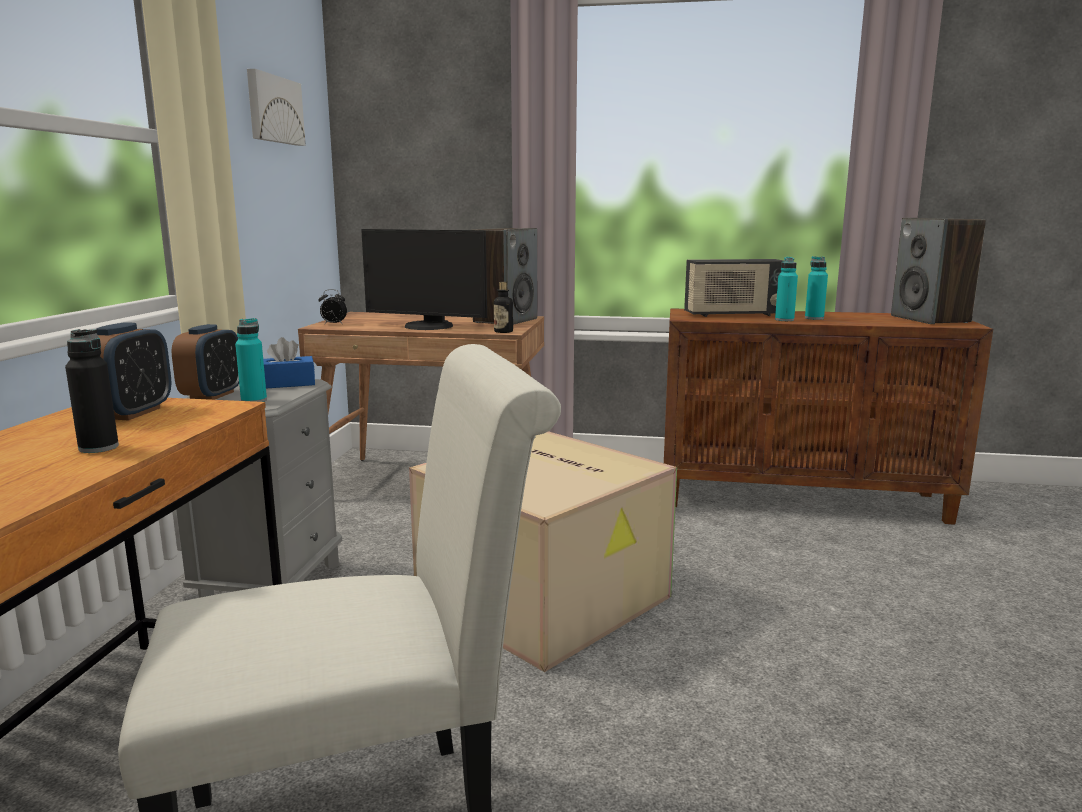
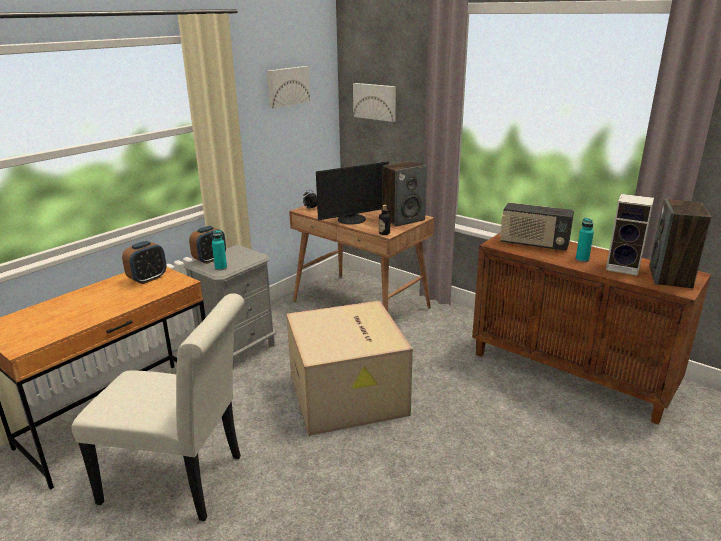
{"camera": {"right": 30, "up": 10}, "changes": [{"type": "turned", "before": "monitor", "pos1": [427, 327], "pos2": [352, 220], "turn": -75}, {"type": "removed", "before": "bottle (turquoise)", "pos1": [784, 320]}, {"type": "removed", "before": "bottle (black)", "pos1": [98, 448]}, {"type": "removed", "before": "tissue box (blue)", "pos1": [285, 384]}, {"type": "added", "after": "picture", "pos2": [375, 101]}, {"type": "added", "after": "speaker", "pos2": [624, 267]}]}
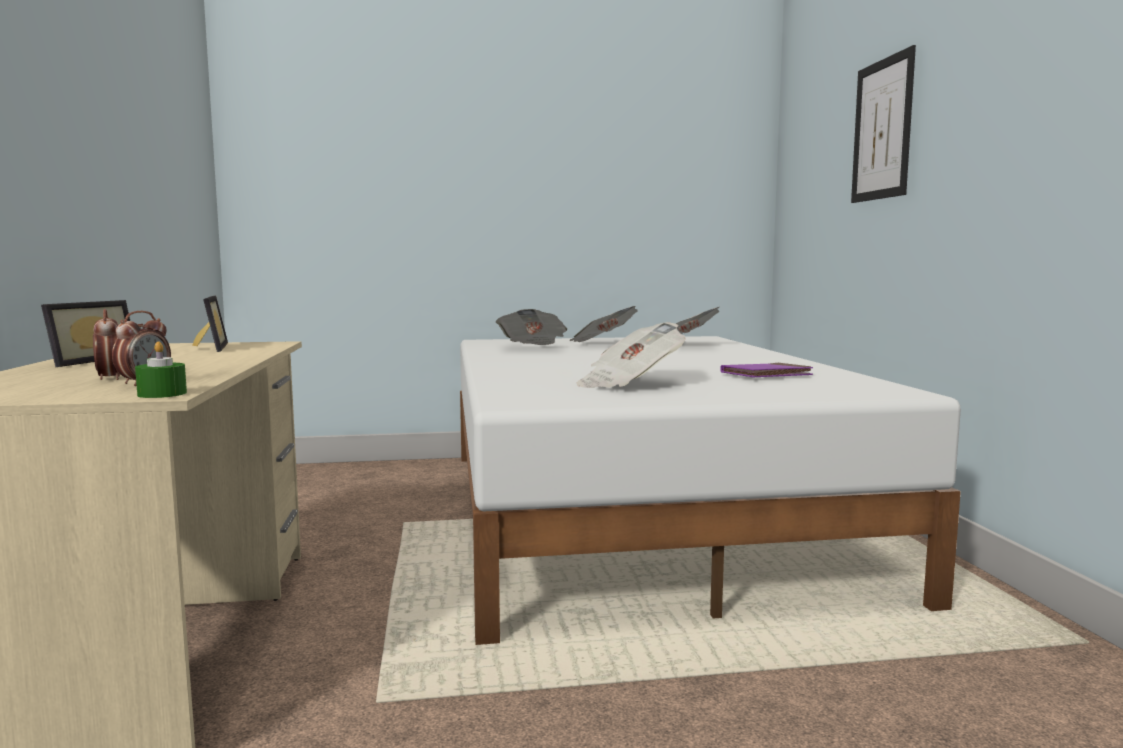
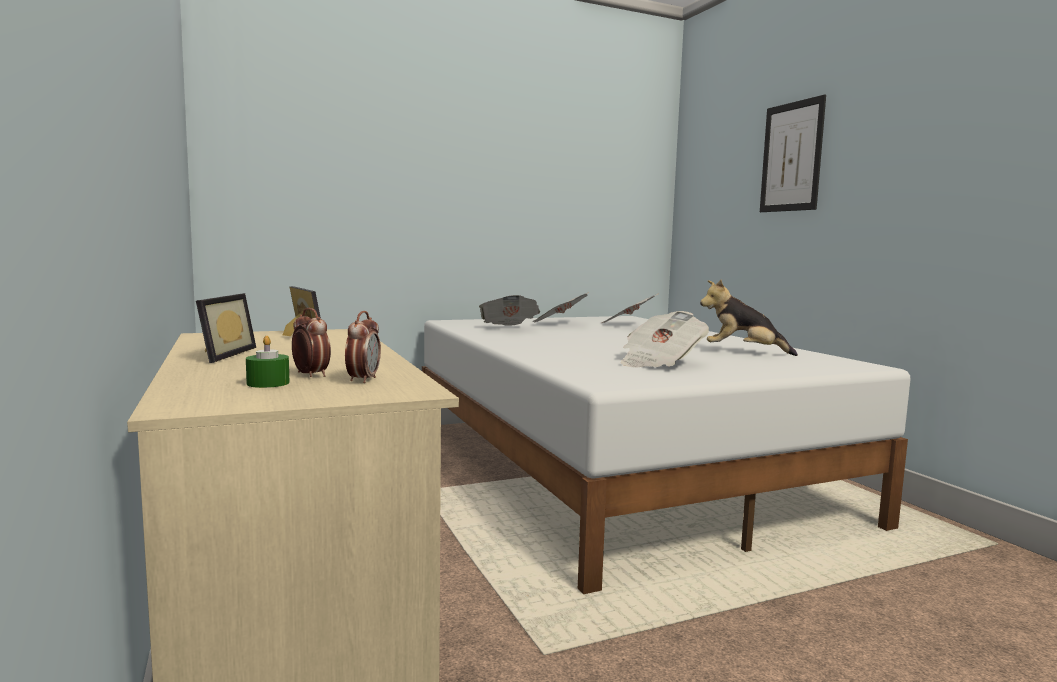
{"camera": {"right": -15, "up": 0}, "changes": [{"type": "moved", "before": "candle (green)", "pos1": [162, 394], "pos2": [268, 383]}, {"type": "replaced", "before": "book (purple)", "after": "plush toy", "pos1": [766, 375], "pos2": [743, 352]}]}
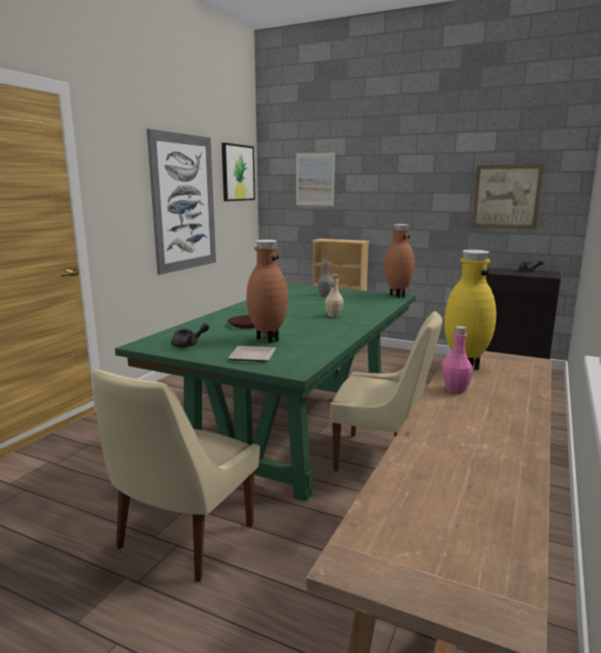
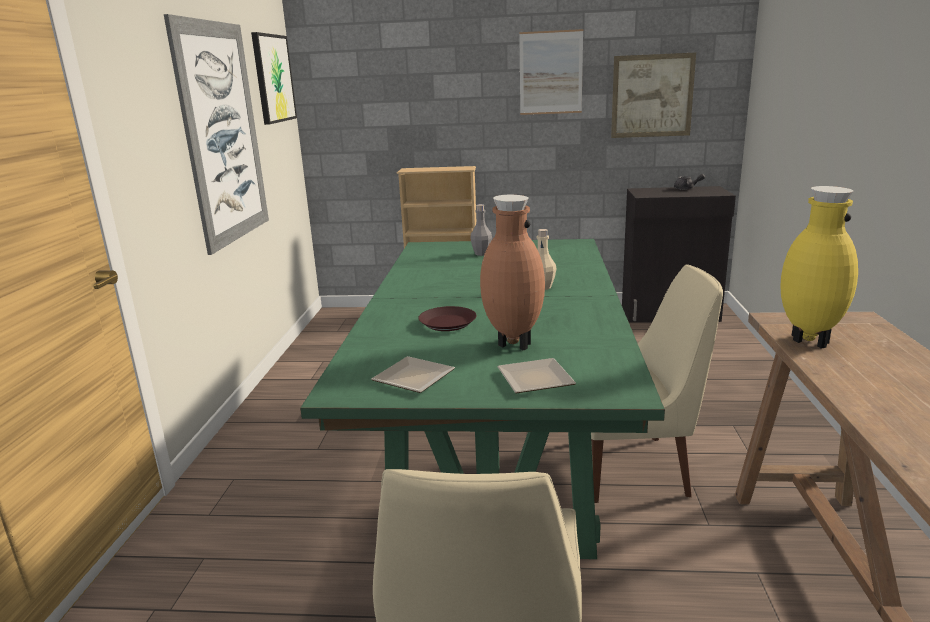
{"camera": {"right": -20, "up": 5}, "changes": [{"type": "moved", "before": "picture", "pos1": [315, 179], "pos2": [551, 73]}, {"type": "removed", "before": "vase (brown)", "pos1": [397, 295]}, {"type": "replaced", "before": "teapot (grey)", "after": "plate", "pos1": [189, 345], "pos2": [413, 377]}, {"type": "removed", "before": "bottle (pink)", "pos1": [455, 389]}]}
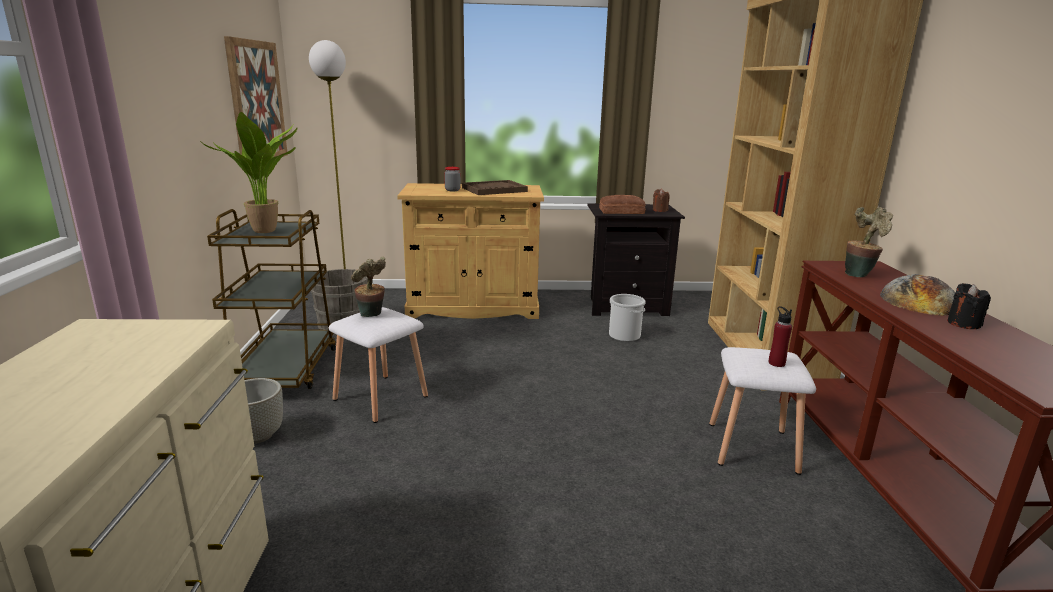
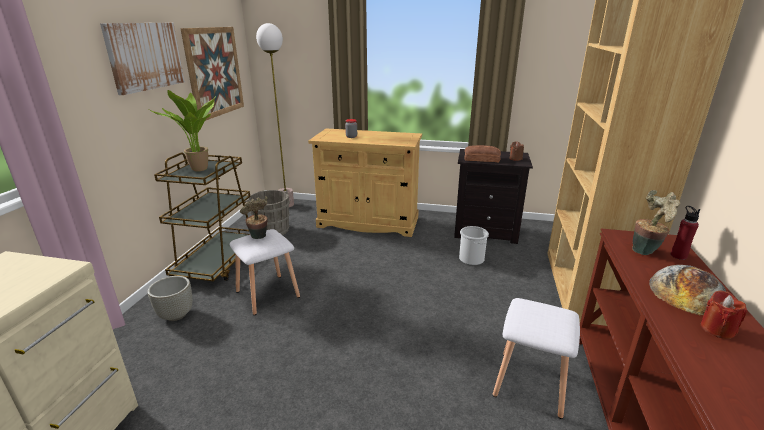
{"camera": {"right": 15, "up": 5}, "changes": [{"type": "removed", "before": "tray (brown)", "pos1": [494, 190]}, {"type": "recoloured", "before": "candle (black)", "after": "candle (red)", "pos1": [963, 324], "pos2": [717, 329]}, {"type": "moved", "before": "bottle (red)", "pos1": [776, 363], "pos2": [678, 256]}, {"type": "added", "after": "picture", "pos2": [145, 56]}]}
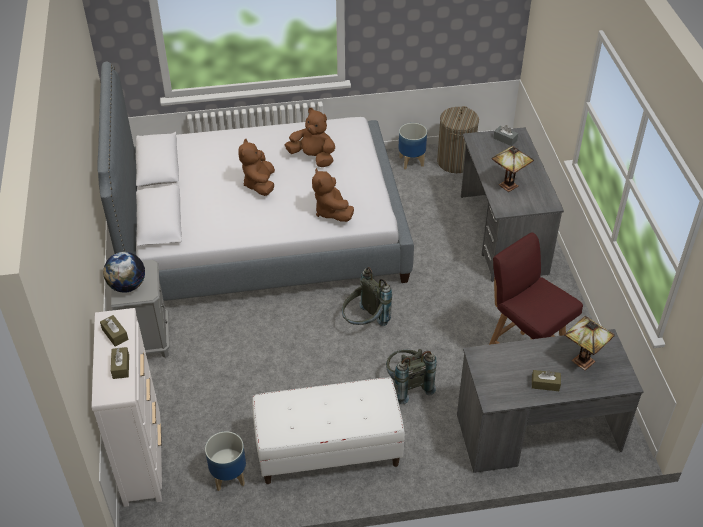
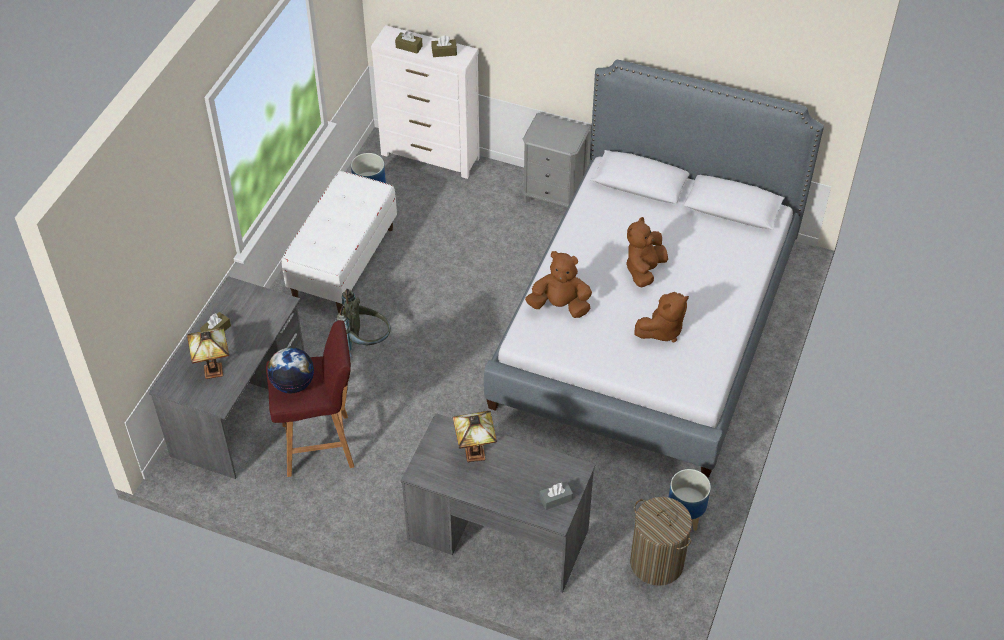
{"camera": {"right": 120, "up": 5}, "changes": [{"type": "turned", "before": "plush toy (brown)", "pos1": [260, 184], "pos2": [644, 270], "turn": -90}, {"type": "moved", "before": "globe", "pos1": [127, 286], "pos2": [293, 384]}, {"type": "removed", "before": "backpack (grey)", "pos1": [364, 323]}]}
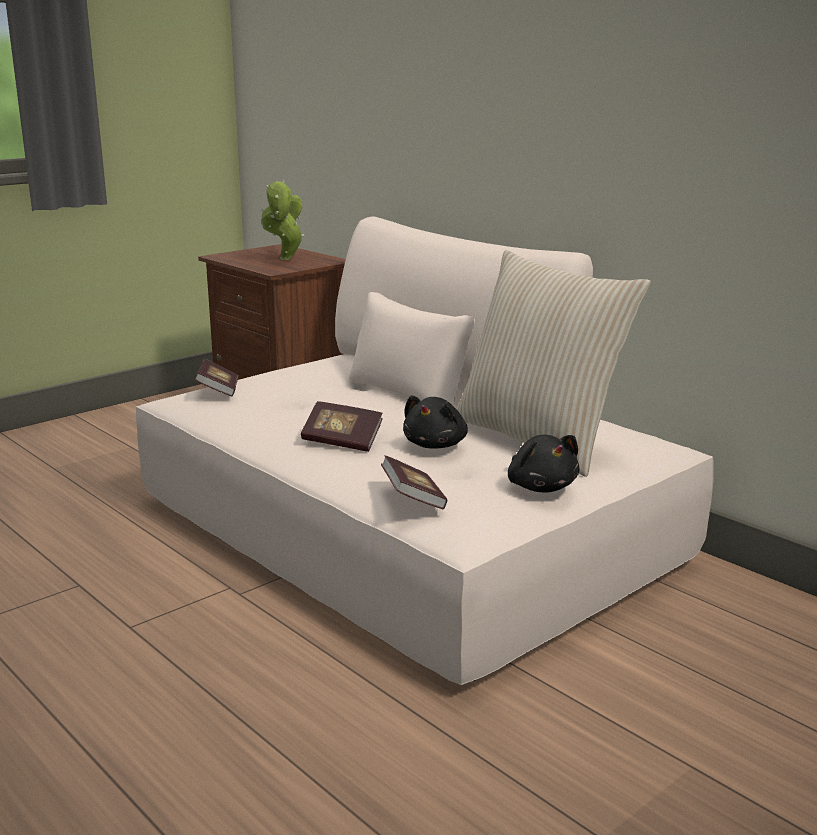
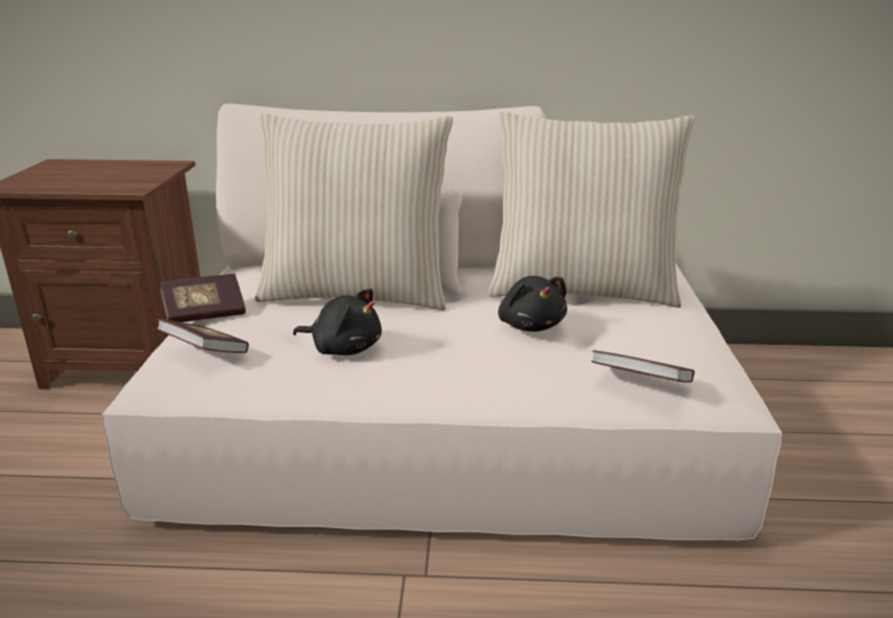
{"camera": {"right": -45, "up": 5}, "changes": [{"type": "removed", "before": "potted plant", "pos1": [285, 260]}, {"type": "moved", "before": "book", "pos1": [342, 441], "pos2": [205, 314]}, {"type": "moved", "before": "plush toy (black)", "pos1": [541, 486], "pos2": [343, 348]}, {"type": "added", "after": "pillow (beige)", "pos2": [356, 293]}]}
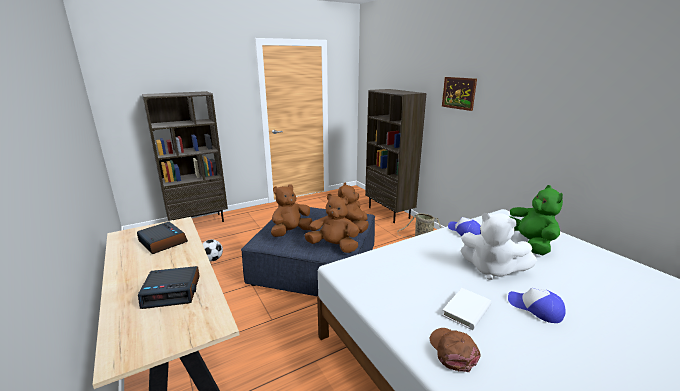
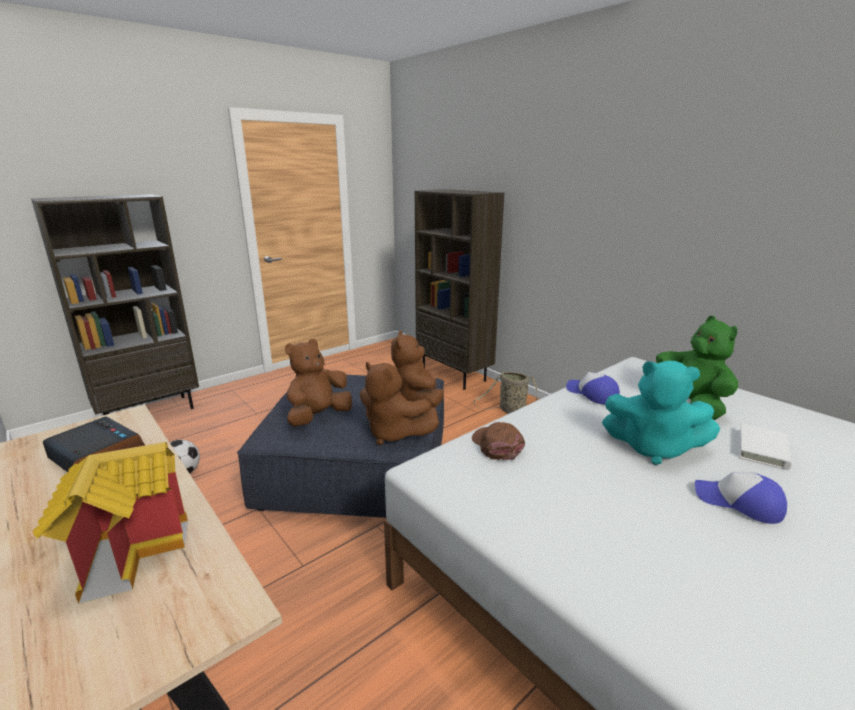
{"camera": {"right": -10, "up": 0}, "changes": [{"type": "removed", "before": "picture", "pos1": [458, 93]}, {"type": "turned", "before": "plush toy (brown)", "pos1": [334, 246], "pos2": [394, 434], "turn": -150}, {"type": "recoloured", "before": "plush toy (white)", "after": "plush toy (turquoise)", "pos1": [491, 269], "pos2": [653, 448]}, {"type": "replaced", "before": "alarm clock", "after": "toy house", "pos1": [173, 291], "pos2": [132, 551]}, {"type": "moved", "before": "book (white)", "pos1": [466, 310], "pos2": [762, 449]}, {"type": "moved", "before": "cap (brown)", "pos1": [452, 351], "pos2": [496, 445]}]}
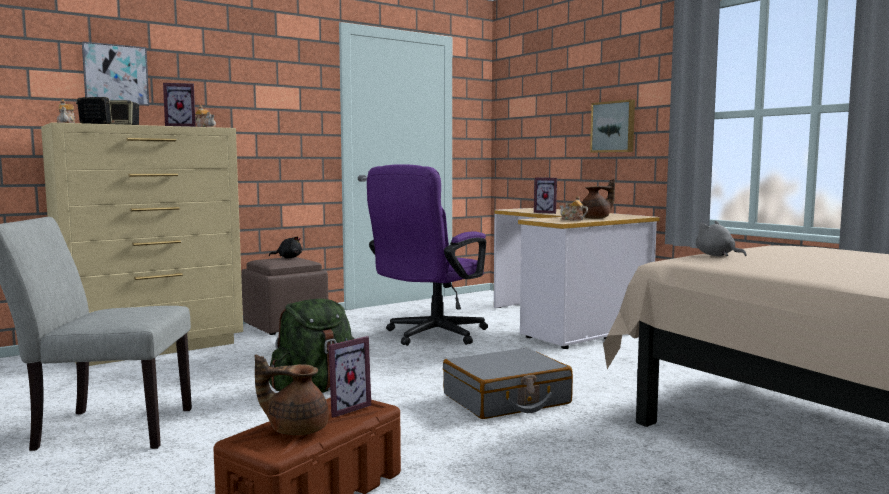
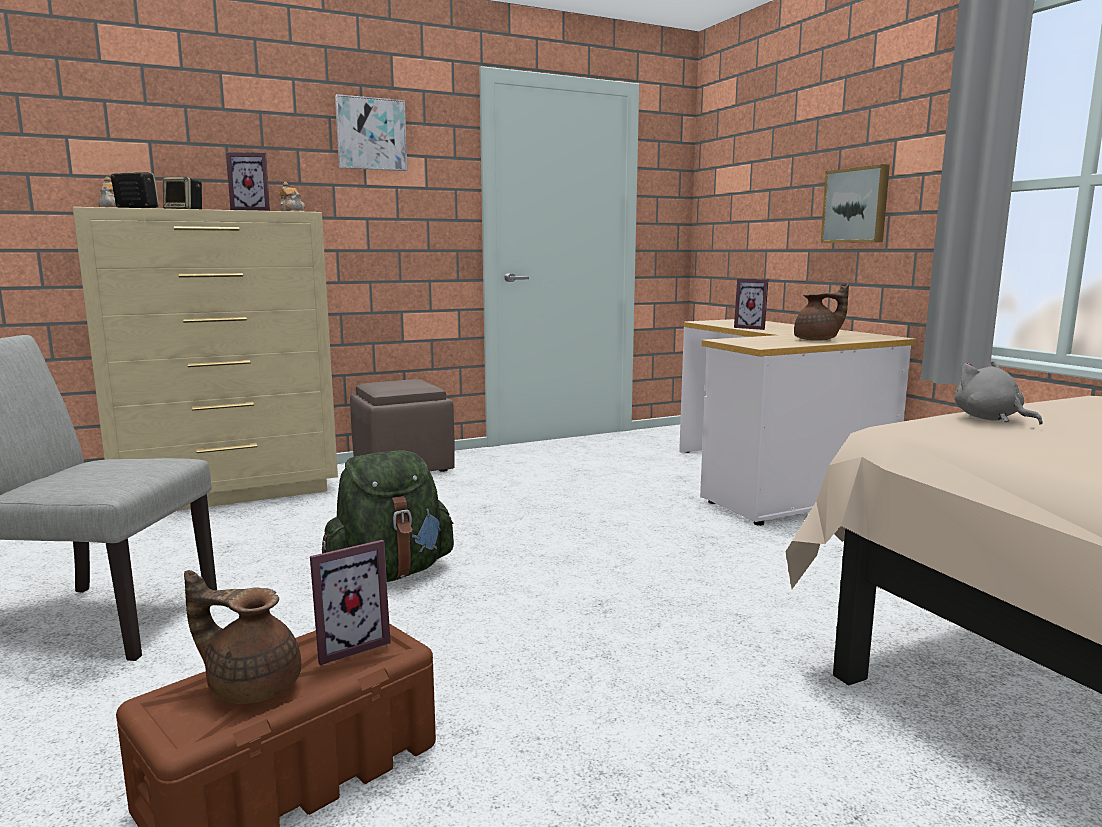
{"camera": {"right": 10, "up": 5}, "changes": [{"type": "moved", "before": "picture", "pos1": [115, 75], "pos2": [371, 134]}, {"type": "removed", "before": "office chair (purple)", "pos1": [429, 336]}, {"type": "removed", "before": "teapot", "pos1": [572, 219]}, {"type": "removed", "before": "plush toy (black)", "pos1": [288, 258]}, {"type": "removed", "before": "suitcase (grey)", "pos1": [506, 400]}]}
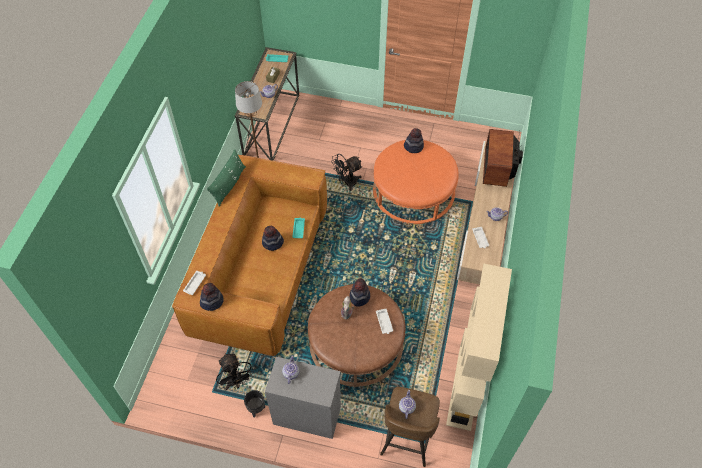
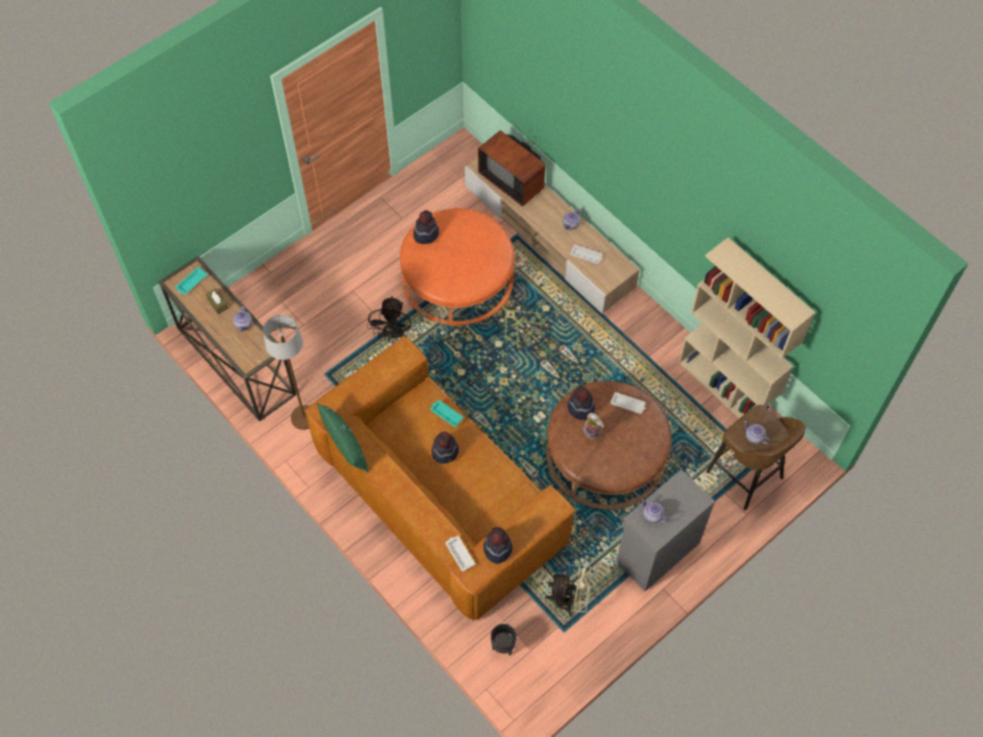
{"camera": {"right": -55, "up": 5}, "changes": [{"type": "recoloured", "before": "fan (black)", "after": "fan (beige)", "pos1": [236, 382], "pos2": [570, 600]}, {"type": "moved", "before": "planter (black)", "pos1": [256, 409], "pos2": [502, 646]}]}
